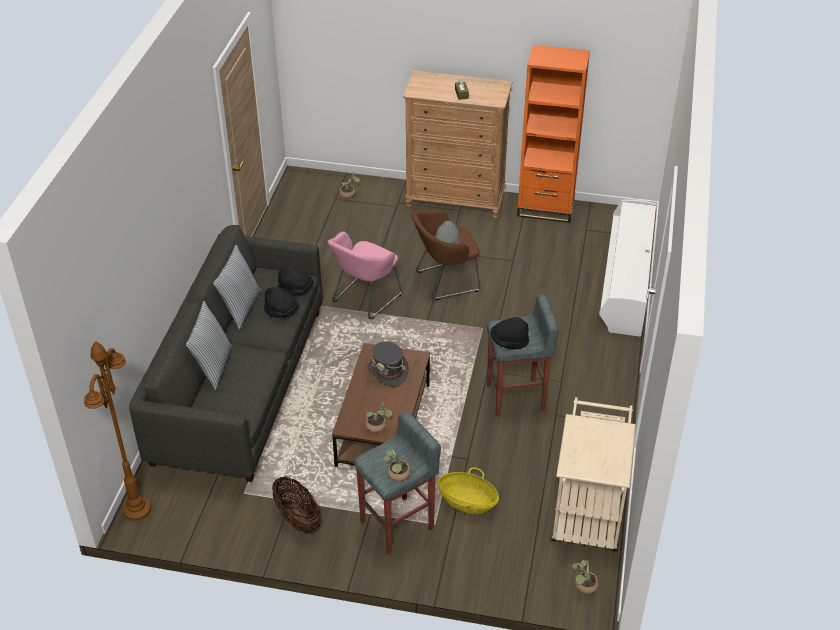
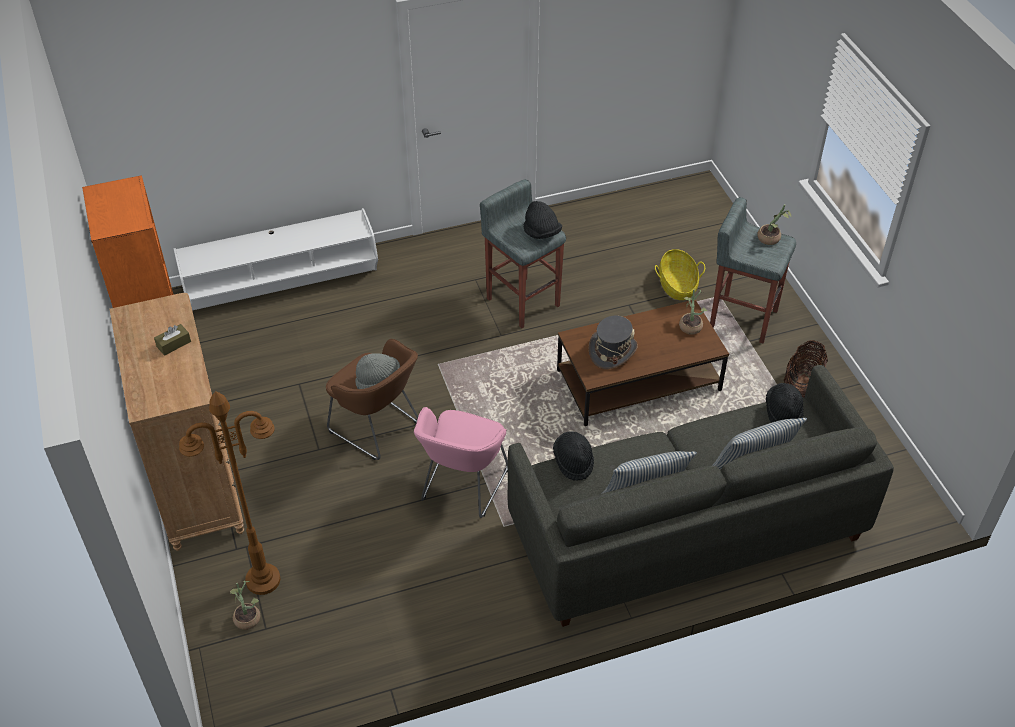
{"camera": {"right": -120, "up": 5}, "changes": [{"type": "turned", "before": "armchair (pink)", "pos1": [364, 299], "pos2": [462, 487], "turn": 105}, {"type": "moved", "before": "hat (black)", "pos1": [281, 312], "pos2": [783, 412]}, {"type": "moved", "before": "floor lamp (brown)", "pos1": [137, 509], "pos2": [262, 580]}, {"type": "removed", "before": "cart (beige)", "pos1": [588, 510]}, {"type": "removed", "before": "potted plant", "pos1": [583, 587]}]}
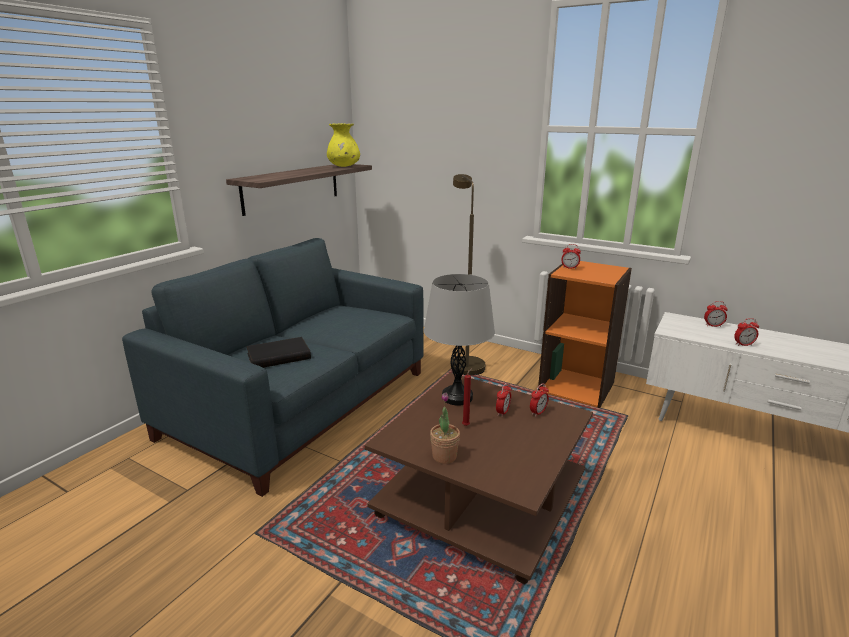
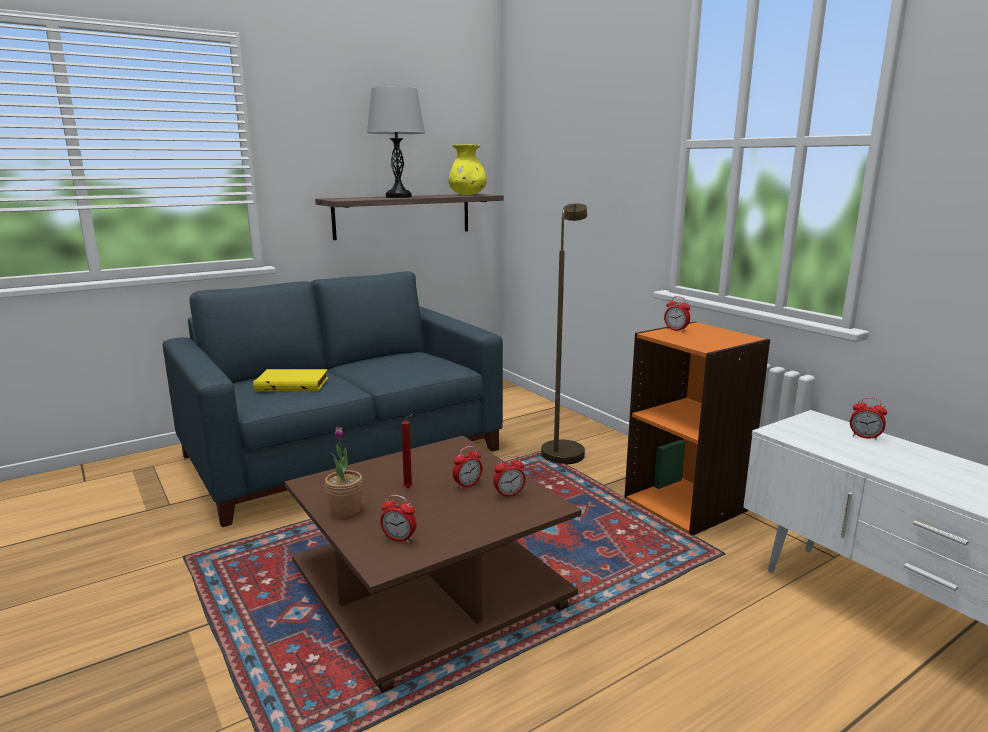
{"camera": {"right": 25, "up": -5}, "changes": [{"type": "moved", "before": "table lamp (grey)", "pos1": [457, 397], "pos2": [398, 197]}, {"type": "moved", "before": "alarm clock", "pos1": [743, 344], "pos2": [399, 539]}, {"type": "recoloured", "before": "book (black)", "after": "book (yellow)", "pos1": [279, 355], "pos2": [293, 384]}]}
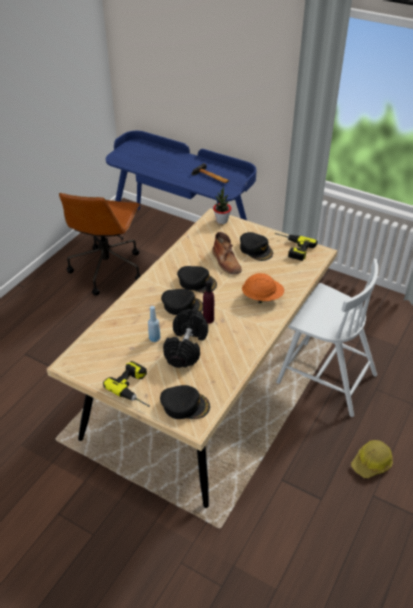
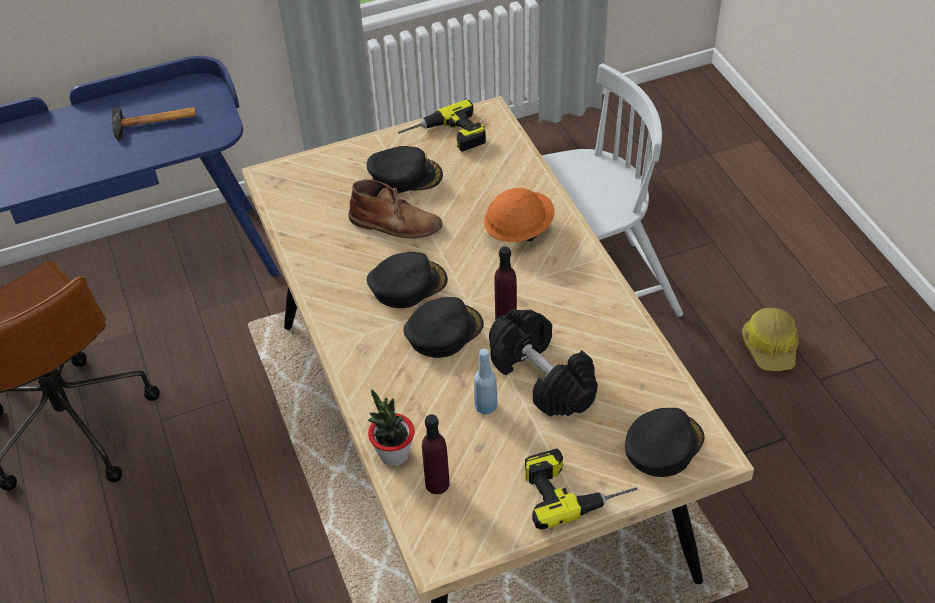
{"camera": {"right": -50, "up": 5}, "changes": [{"type": "moved", "before": "potted plant", "pos1": [222, 221], "pos2": [394, 454]}, {"type": "added", "after": "bottle (purple)", "pos2": [437, 484]}]}
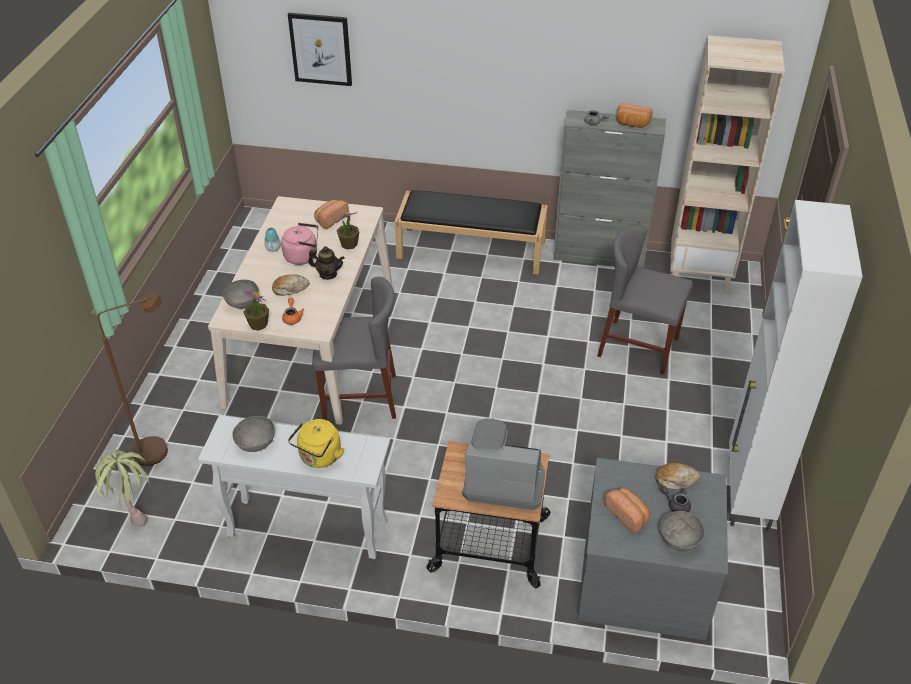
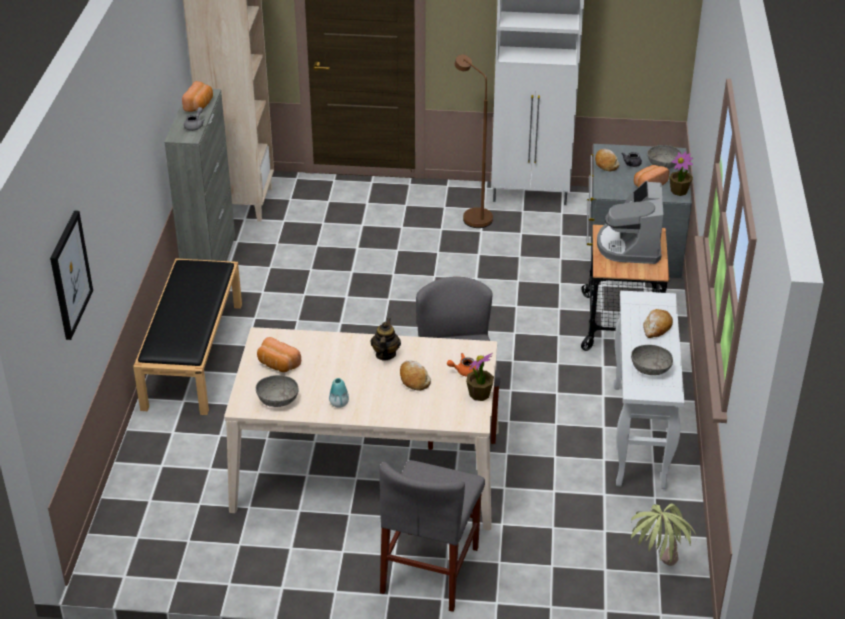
{"camera": {"right": -95, "up": -5}, "changes": [{"type": "moved", "before": "potted plant", "pos1": [349, 244], "pos2": [679, 191]}, {"type": "removed", "before": "kettle (pink)", "pos1": [303, 256]}, {"type": "moved", "before": "chair (grey)", "pos1": [638, 347], "pos2": [430, 570]}, {"type": "moved", "before": "bowl (grey)", "pos1": [242, 302], "pos2": [278, 400]}, {"type": "moved", "before": "floor lamp (brown)", "pos1": [160, 449], "pos2": [473, 215]}, {"type": "replaced", "before": "kettle (yellow)", "after": "bread", "pos1": [319, 458], "pos2": [656, 328]}]}
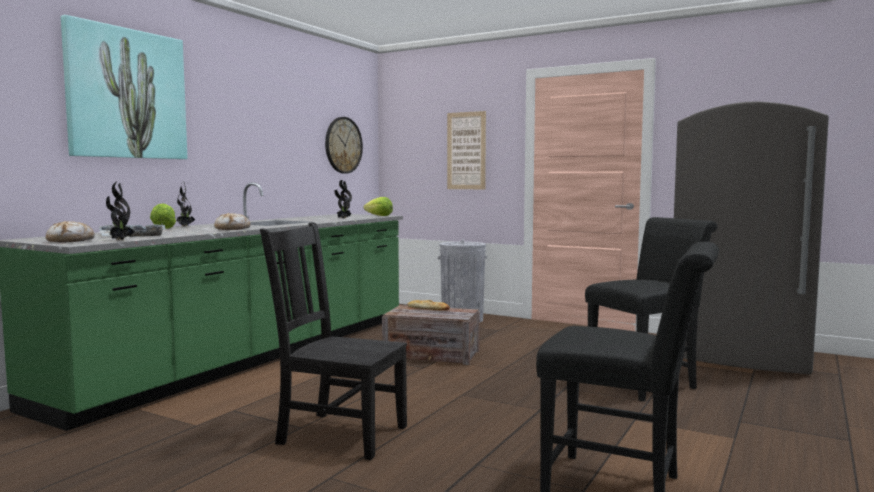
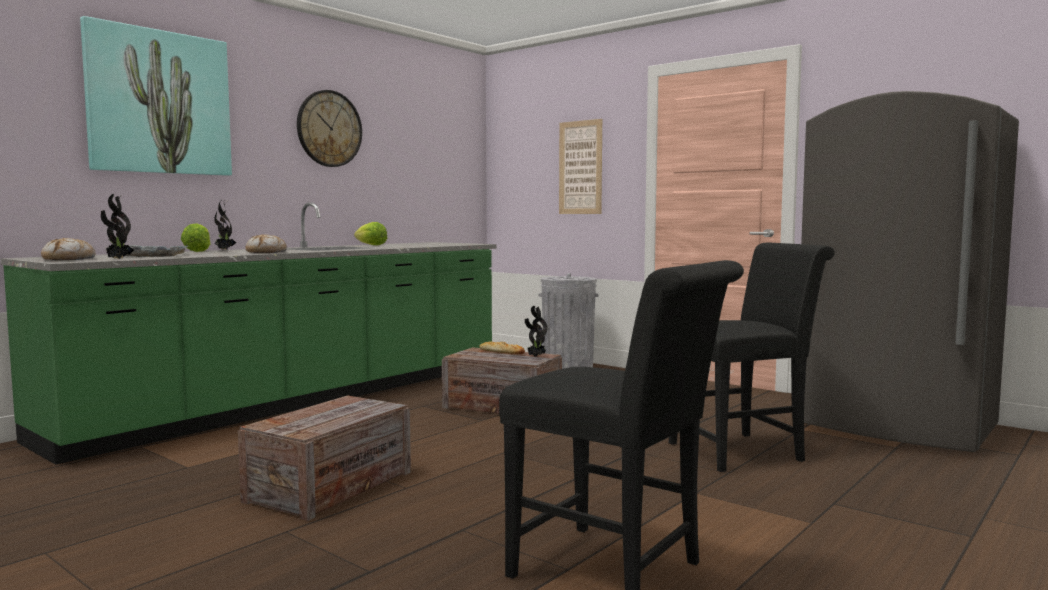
{"camera": {"right": 10, "up": 0}, "changes": [{"type": "moved", "before": "wall clock", "pos1": [343, 145], "pos2": [329, 128]}, {"type": "moved", "before": "potted plant", "pos1": [343, 219], "pos2": [536, 357]}, {"type": "moved", "before": "lettuce", "pos1": [379, 215], "pos2": [371, 245]}, {"type": "replaced", "before": "chair (black)", "after": "crate", "pos1": [339, 434], "pos2": [330, 486]}]}
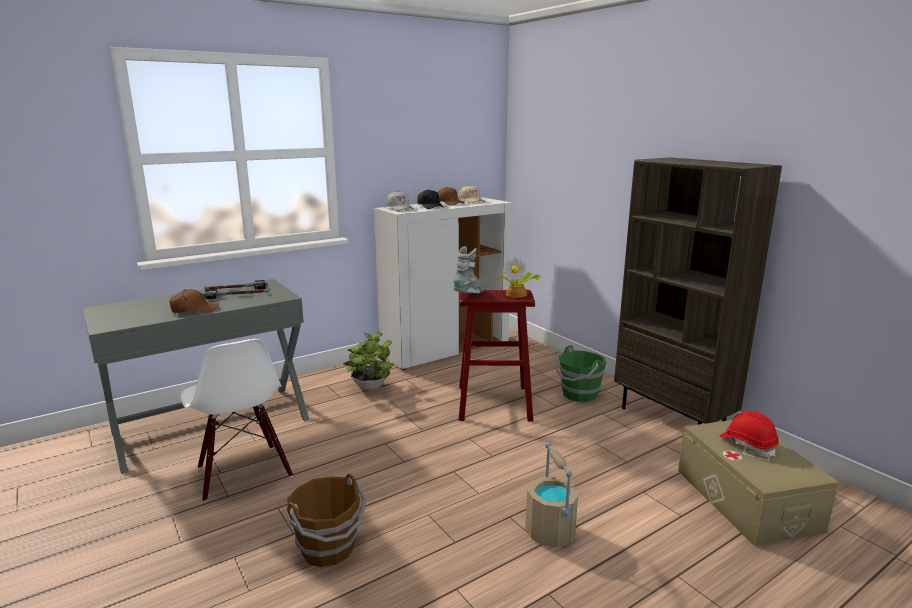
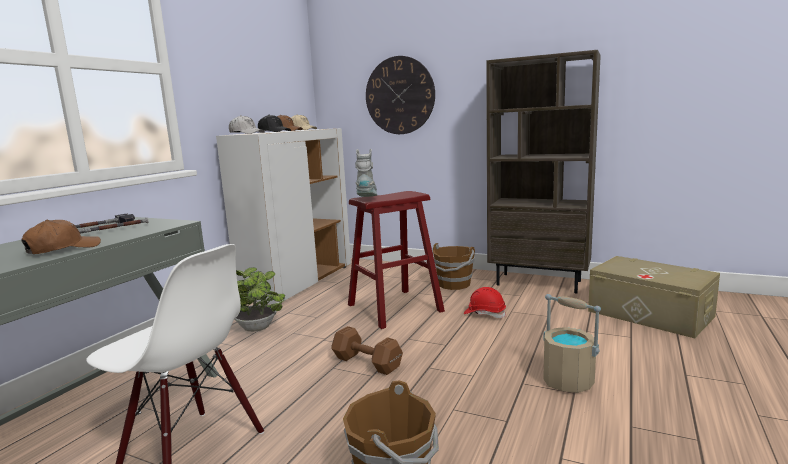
{"camera": {"right": -30, "up": -5}, "changes": [{"type": "removed", "before": "potted plant", "pos1": [517, 294]}, {"type": "recoloured", "before": "bucket (green)", "after": "bucket (brown)", "pos1": [579, 394], "pos2": [454, 284]}, {"type": "moved", "before": "hard hat (red)", "pos1": [747, 444], "pos2": [484, 314]}, {"type": "added", "after": "wall clock", "pos2": [399, 95]}, {"type": "added", "after": "dumbbell (brown)", "pos2": [366, 362]}]}
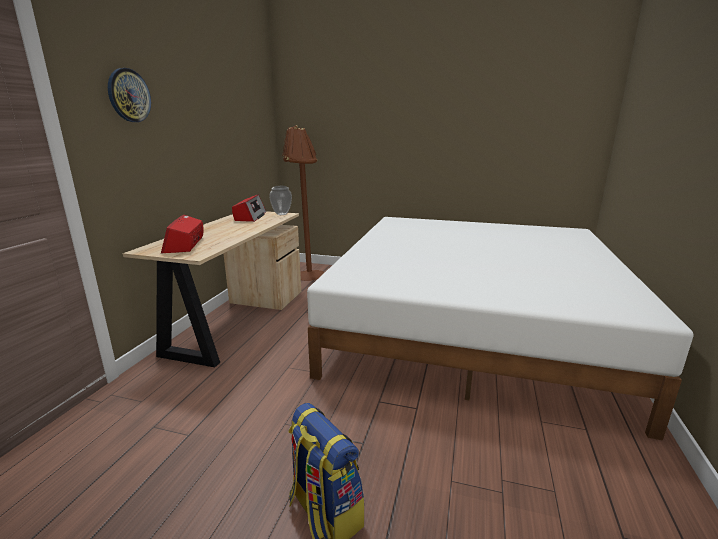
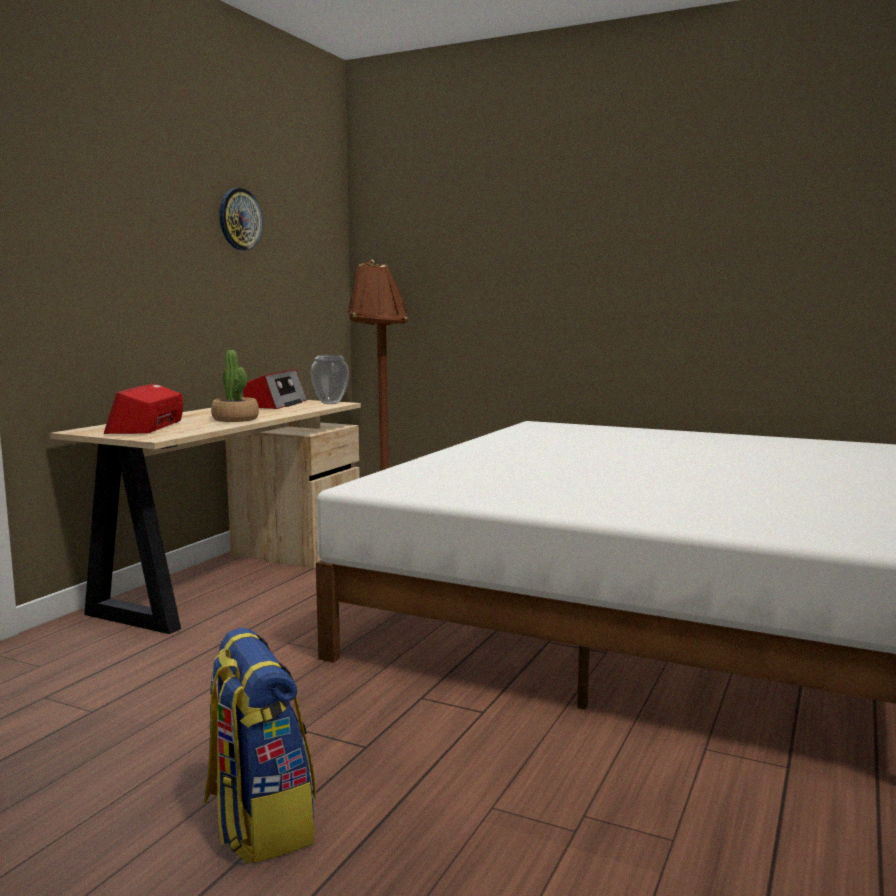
{"camera": {"right": 10, "up": -10}, "changes": [{"type": "moved", "before": "wall clock", "pos1": [129, 95], "pos2": [239, 219]}, {"type": "added", "after": "potted plant", "pos2": [235, 419]}]}
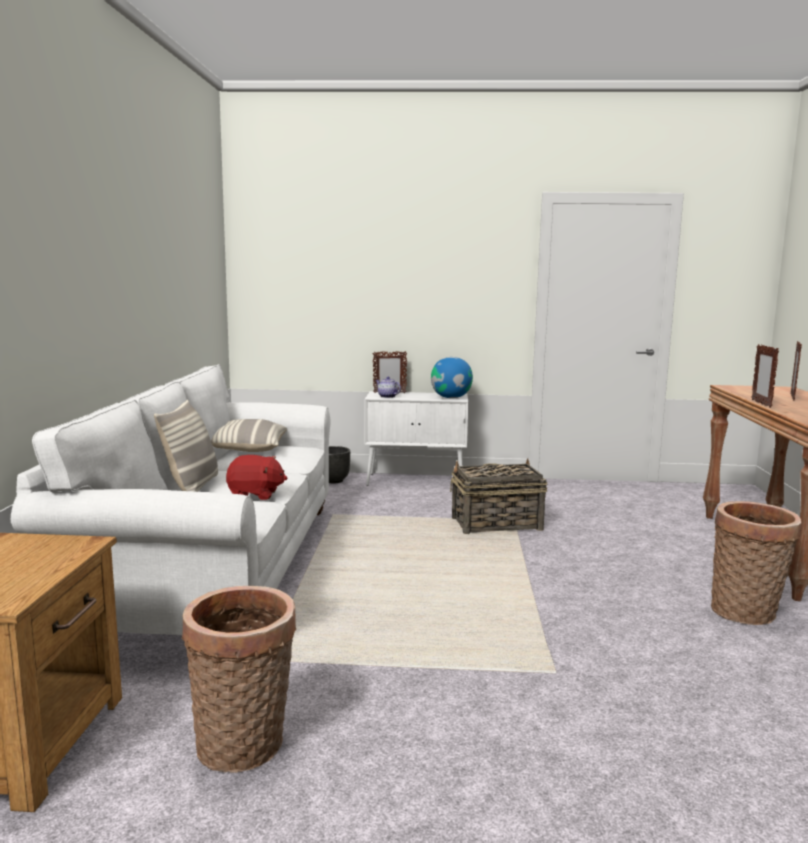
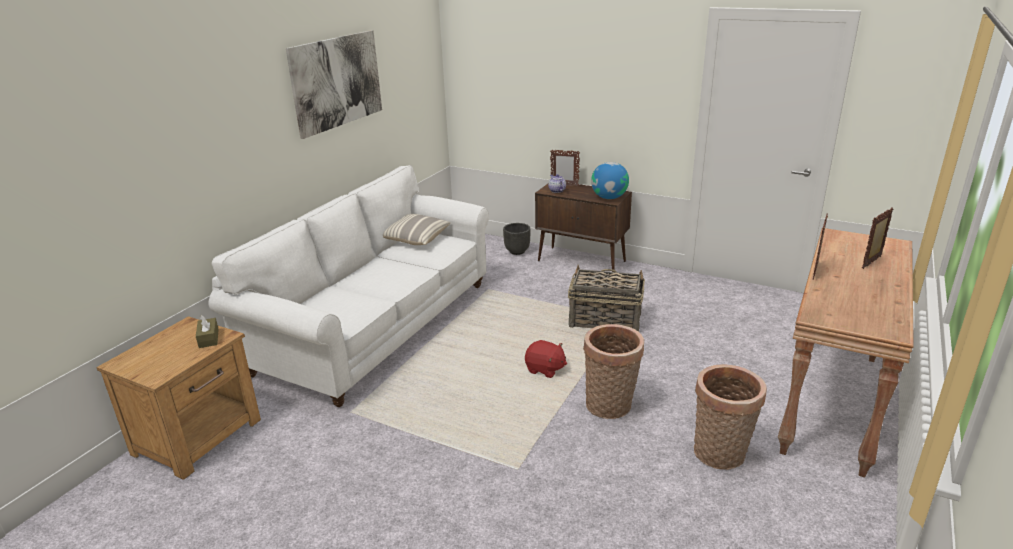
{"camera": {"right": 25, "up": 15}, "changes": [{"type": "recoloured", "before": "cabinet (white)", "after": "cabinet (brown)", "pos1": [416, 481], "pos2": [582, 261]}, {"type": "removed", "before": "pillow", "pos1": [192, 488]}, {"type": "moved", "before": "plush toy (red)", "pos1": [255, 495], "pos2": [545, 369]}, {"type": "moved", "before": "basket", "pos1": [245, 747], "pos2": [610, 407]}, {"type": "added", "after": "picture", "pos2": [337, 82]}, {"type": "added", "after": "tissue box (brown)", "pos2": [208, 338]}]}
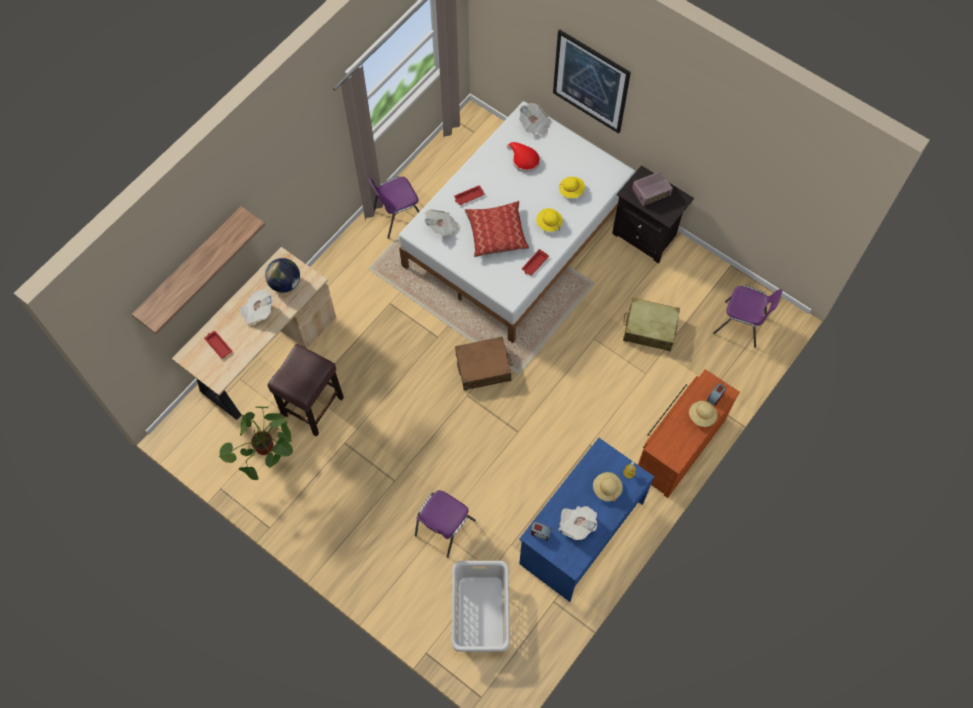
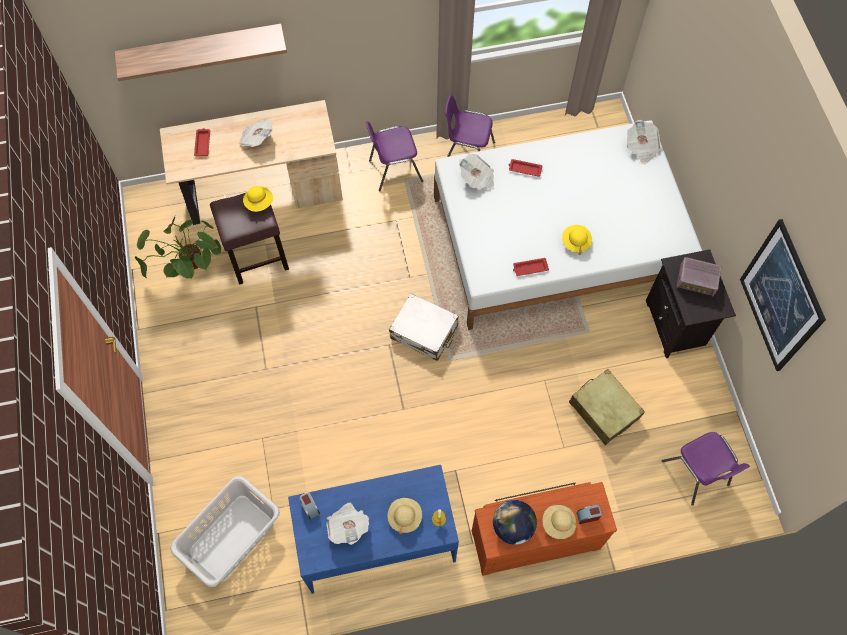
{"camera": {"right": 40, "up": 0}, "changes": [{"type": "moved", "before": "picture", "pos1": [590, 82], "pos2": [781, 297]}, {"type": "removed", "before": "hat (red)", "pos1": [524, 160]}, {"type": "moved", "before": "hat (yellow)", "pos1": [571, 191], "pos2": [259, 203]}, {"type": "removed", "before": "pillow", "pos1": [496, 233]}, {"type": "moved", "before": "globe", "pos1": [285, 283], "pos2": [513, 527]}, {"type": "recoloured", "before": "suitcase (brown)", "after": "suitcase (white)", "pos1": [483, 367], "pos2": [424, 332]}, {"type": "moved", "before": "chair (purple)", "pos1": [443, 529], "pos2": [394, 170]}]}
